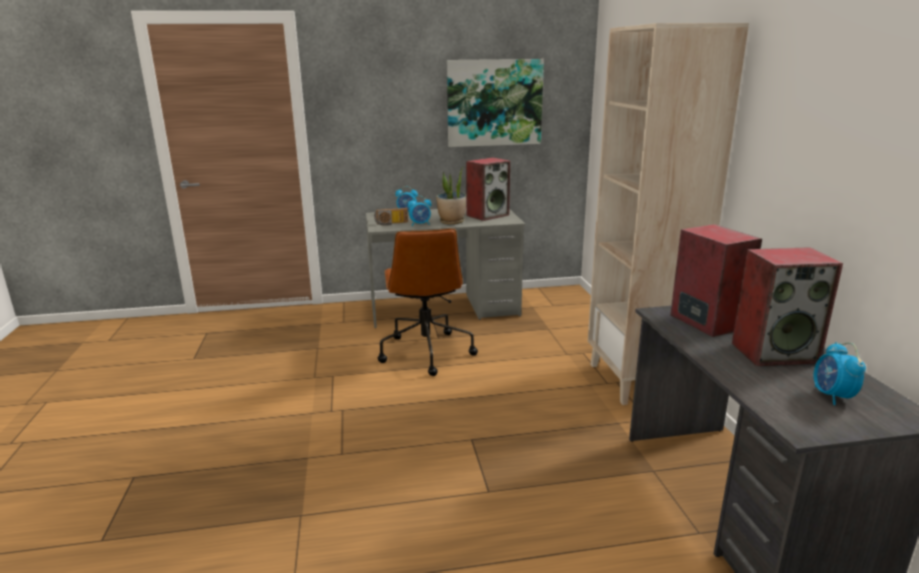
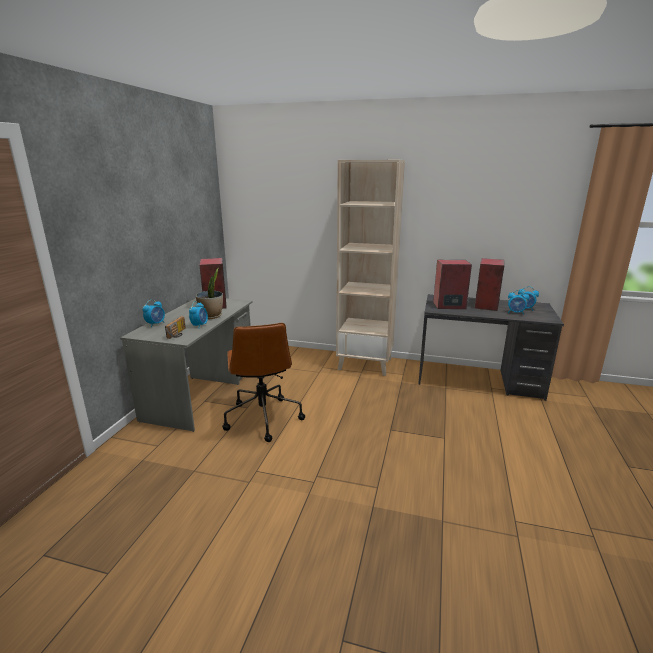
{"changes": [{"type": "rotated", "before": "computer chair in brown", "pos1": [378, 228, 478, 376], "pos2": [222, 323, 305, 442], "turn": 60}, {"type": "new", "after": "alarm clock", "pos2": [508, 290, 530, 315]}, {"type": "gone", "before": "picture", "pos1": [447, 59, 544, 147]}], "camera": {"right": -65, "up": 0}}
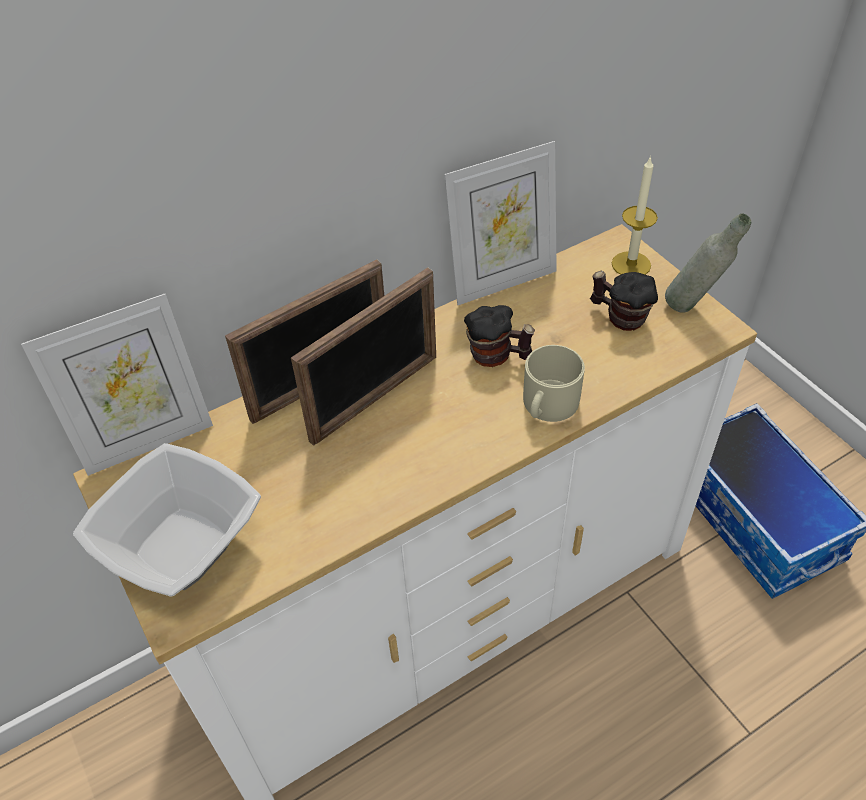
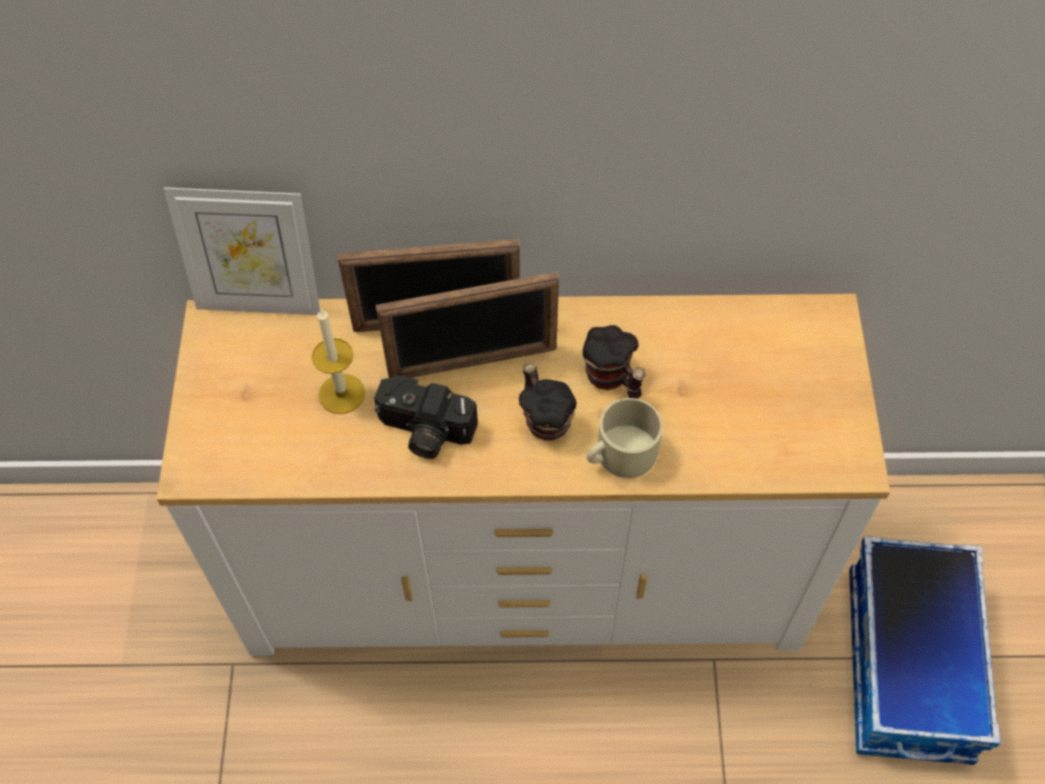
{"changes": [{"type": "shifted", "before": "wax candle", "pos1": [612, 156, 658, 275], "pos2": [312, 309, 365, 414]}, {"type": "new", "after": "still camera", "pos2": [374, 375, 478, 459]}, {"type": "shifted", "before": "coffee mug", "pos1": [590, 271, 658, 331], "pos2": [519, 363, 577, 441]}, {"type": "gone", "before": "bowl", "pos1": [73, 443, 261, 597]}, {"type": "gone", "before": "standing frame", "pos1": [444, 141, 557, 305]}, {"type": "gone", "before": "bottle in gray", "pos1": [665, 213, 751, 313]}], "camera": {"right": 30, "up": 10}}
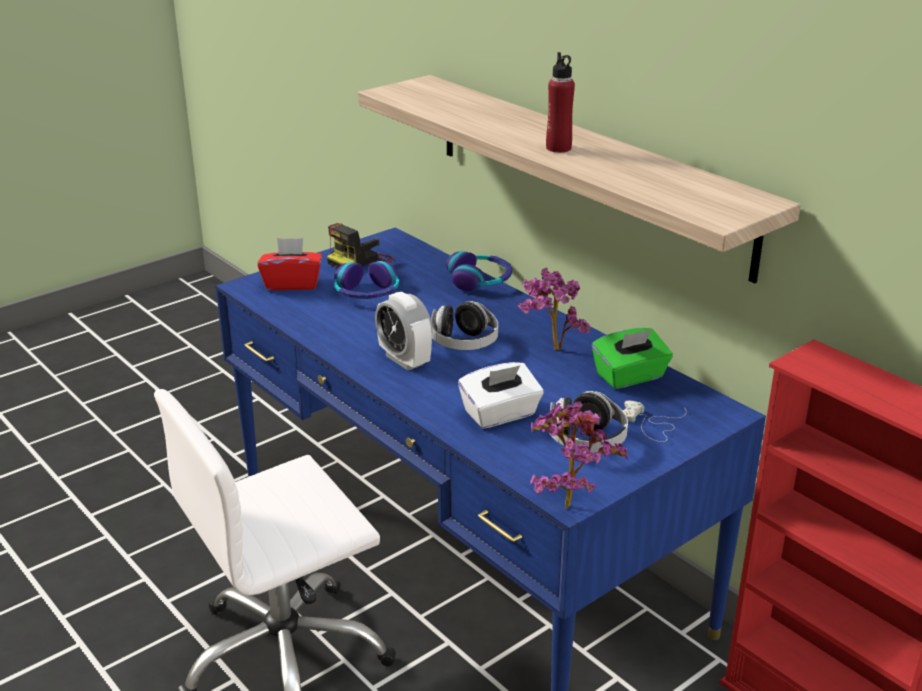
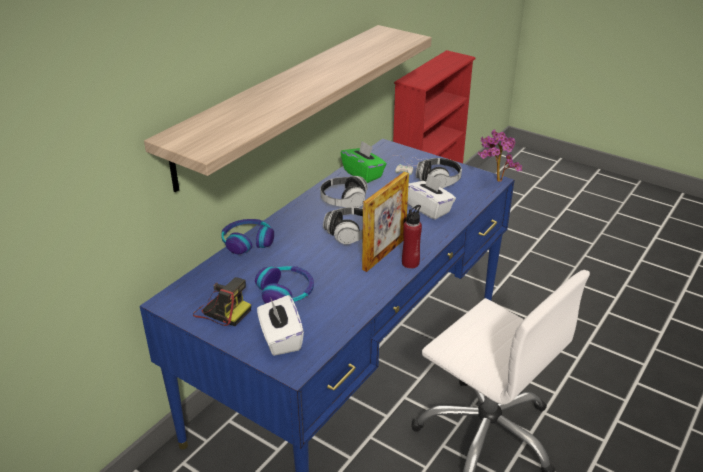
{"changes": [{"type": "repainted", "before": "tissue holder in red", "after": "tissue holder in white", "pos1": [257, 238, 322, 291], "pos2": [257, 295, 304, 356]}, {"type": "swapped", "before": "potted plant", "after": "headset", "pos1": [518, 268, 590, 351], "pos2": [320, 176, 368, 208]}, {"type": "swapped", "before": "alarm clock", "after": "standing frame", "pos1": [375, 292, 433, 371], "pos2": [362, 171, 409, 272]}, {"type": "shifted", "before": "bottle in red", "pos1": [546, 52, 575, 153], "pos2": [402, 205, 422, 269]}], "camera": {"right": -105, "up": 5}}
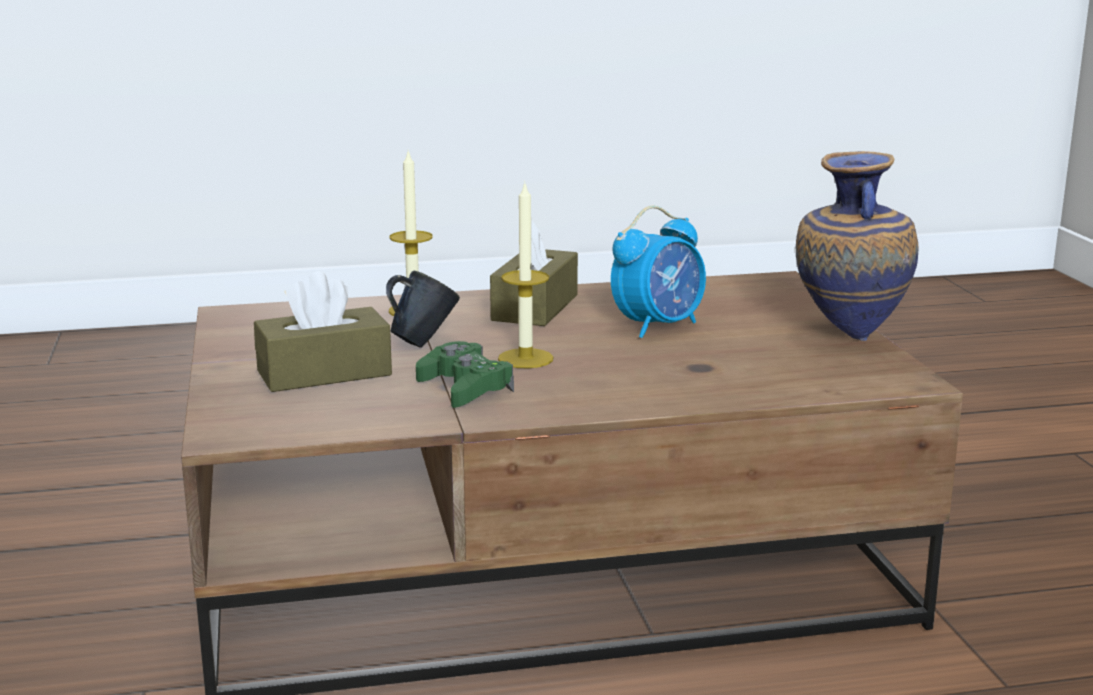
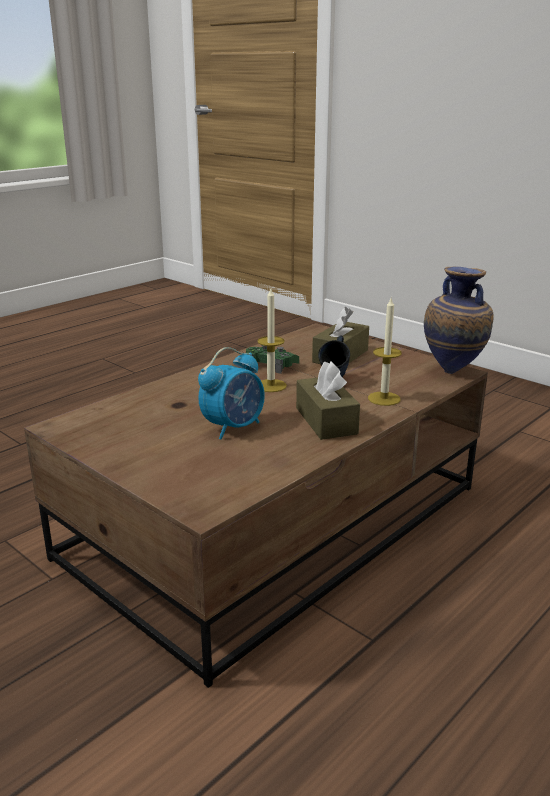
{"changes": [{"type": "rotated", "before": "alarm clock", "pos1": [611, 206, 706, 338], "pos2": [198, 347, 265, 439], "turn": -150}, {"type": "shifted", "before": "flower vase", "pos1": [796, 151, 918, 341], "pos2": [424, 266, 494, 374]}], "camera": {"right": 145, "up": 5}}
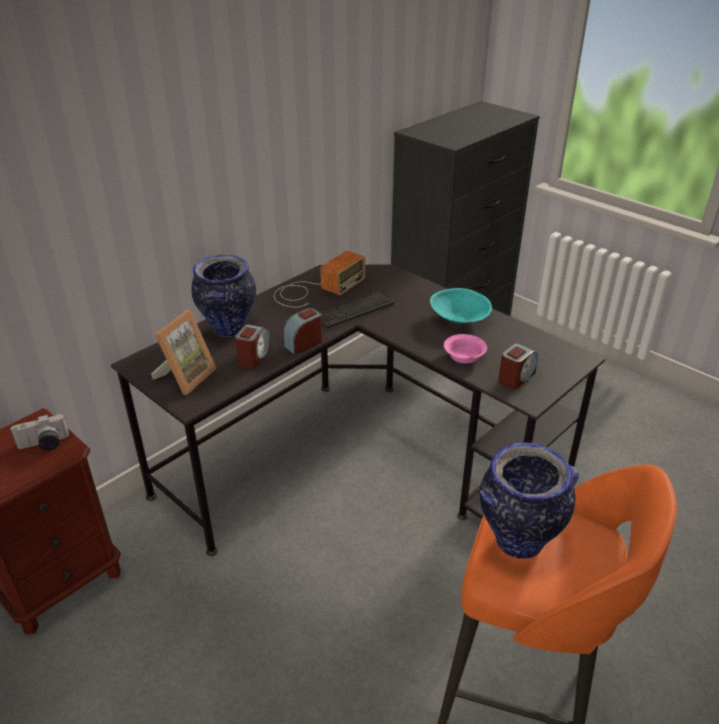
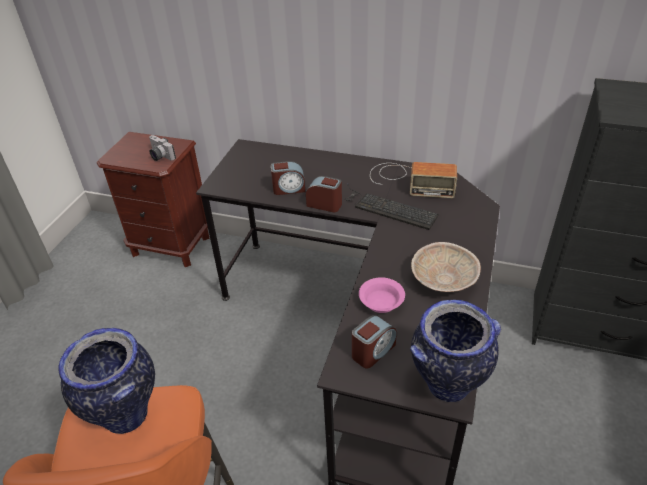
{"changes": [{"type": "rotated", "before": "alarm clock", "pos1": [498, 344, 538, 390], "pos2": [352, 315, 397, 368], "turn": -60}, {"type": "shifted", "before": "flower vase", "pos1": [191, 255, 256, 337], "pos2": [410, 300, 501, 402]}, {"type": "repainted", "before": "bowl in turquoise-coloured", "after": "bowl in sand-coloured", "pos1": [430, 288, 492, 323], "pos2": [411, 242, 481, 292]}, {"type": "gone", "before": "standing frame", "pos1": [151, 310, 217, 395]}], "camera": {"right": 65, "up": 5}}
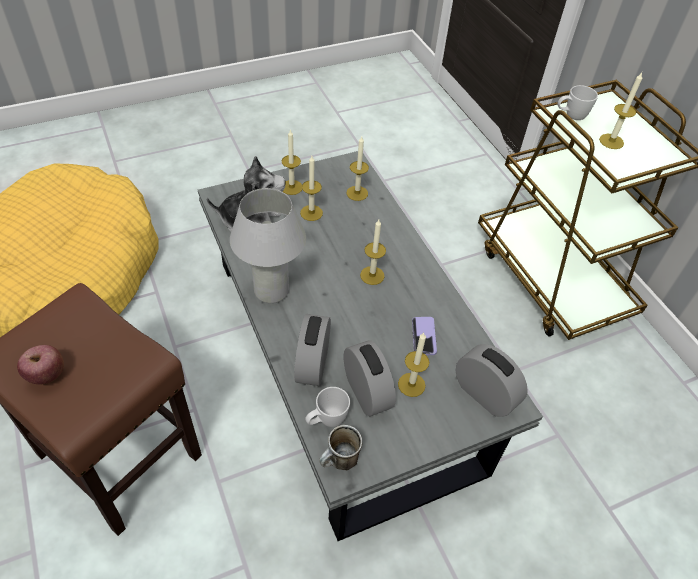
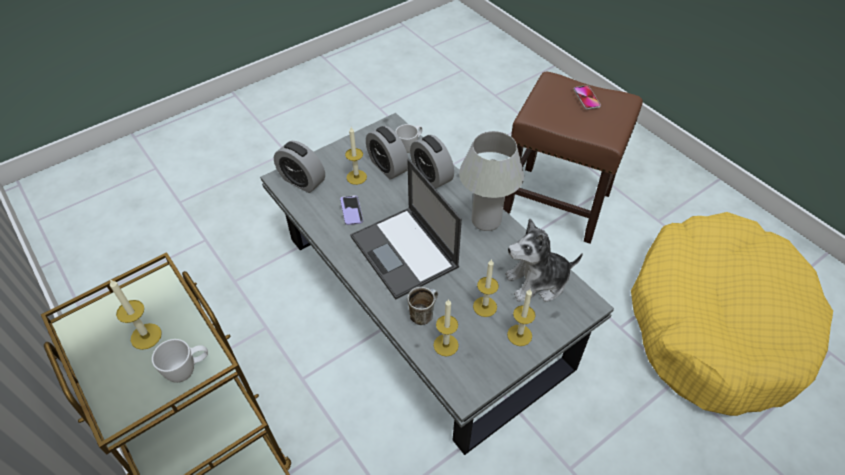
{"changes": [{"type": "swapped", "before": "wax candle", "after": "portable computer", "pos1": [360, 220, 386, 285], "pos2": [350, 159, 462, 300]}, {"type": "shifted", "before": "coffee mug", "pos1": [319, 425, 362, 470], "pos2": [407, 287, 438, 325]}, {"type": "rotated", "before": "alarm clock", "pos1": [294, 314, 331, 386], "pos2": [410, 135, 454, 189], "turn": 150}, {"type": "swapped", "before": "apple fruit", "after": "telephone", "pos1": [17, 345, 64, 385], "pos2": [573, 85, 601, 110]}], "camera": {"right": 170, "up": 0}}
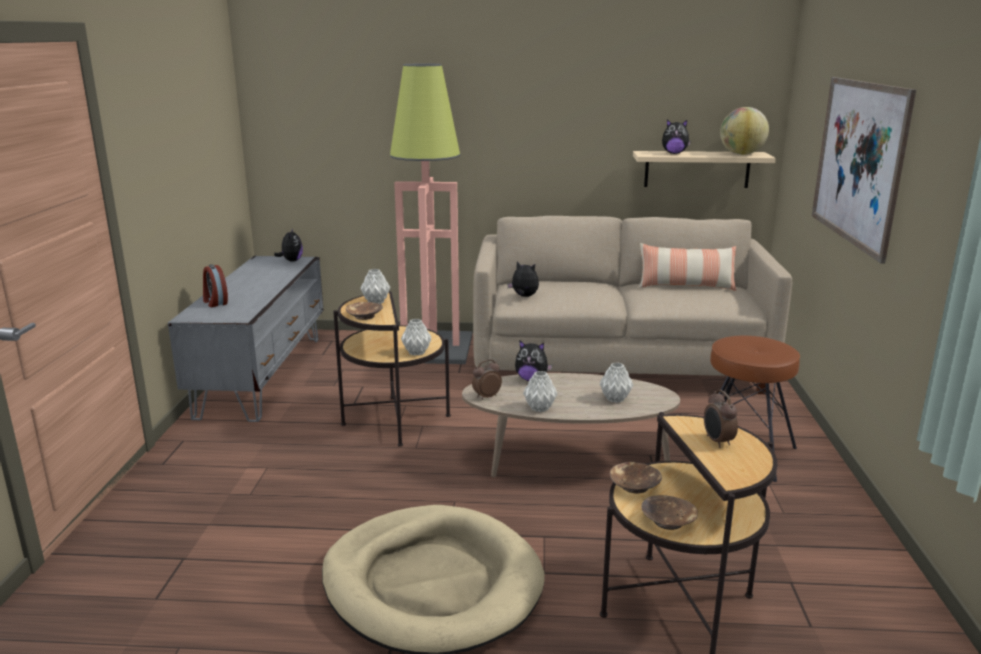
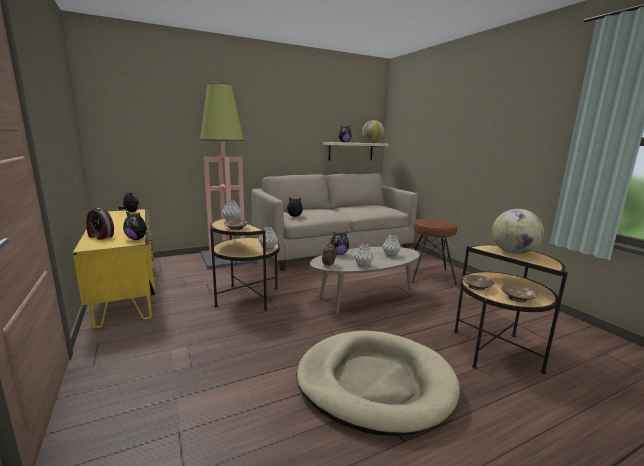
{"changes": [{"type": "repainted", "before": "tv stand in gray", "after": "tv stand in yellowish", "pos1": [168, 256, 324, 422], "pos2": [73, 209, 155, 329]}, {"type": "new", "after": "cuddly toy", "pos2": [123, 211, 151, 240]}, {"type": "swapped", "before": "alarm clock", "after": "desk globe", "pos1": [704, 390, 738, 448], "pos2": [492, 209, 544, 254]}, {"type": "gone", "before": "throw pillow", "pos1": [639, 243, 737, 291]}, {"type": "gone", "before": "picture", "pos1": [812, 77, 916, 264]}], "camera": {"right": -30, "up": -5}}
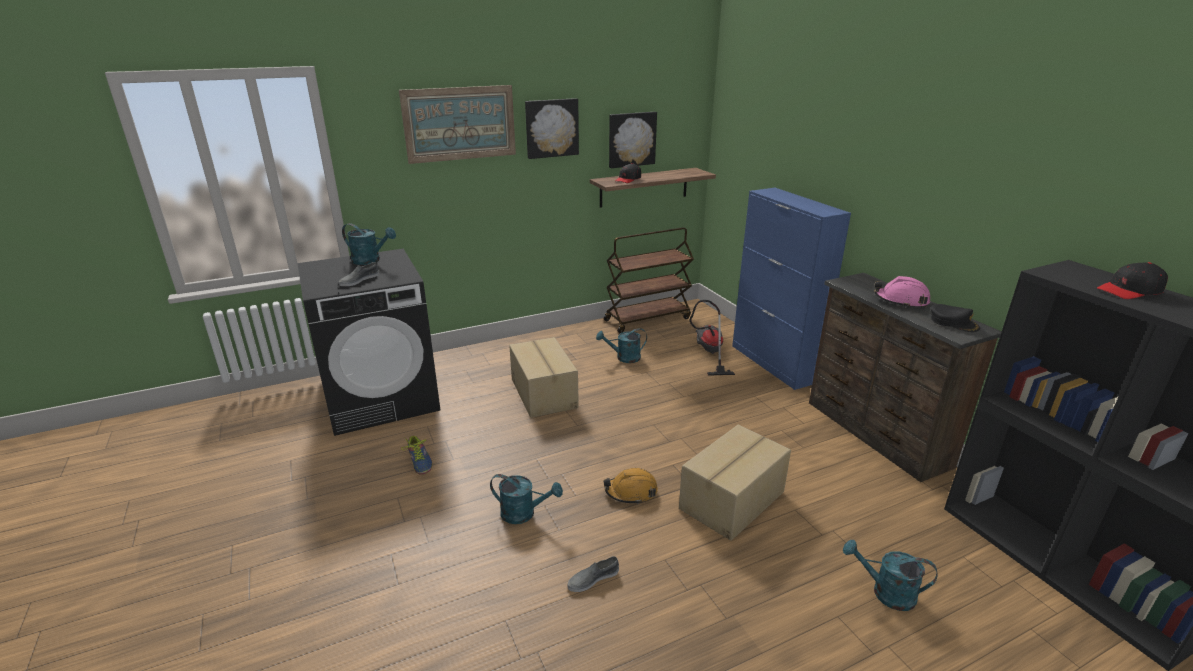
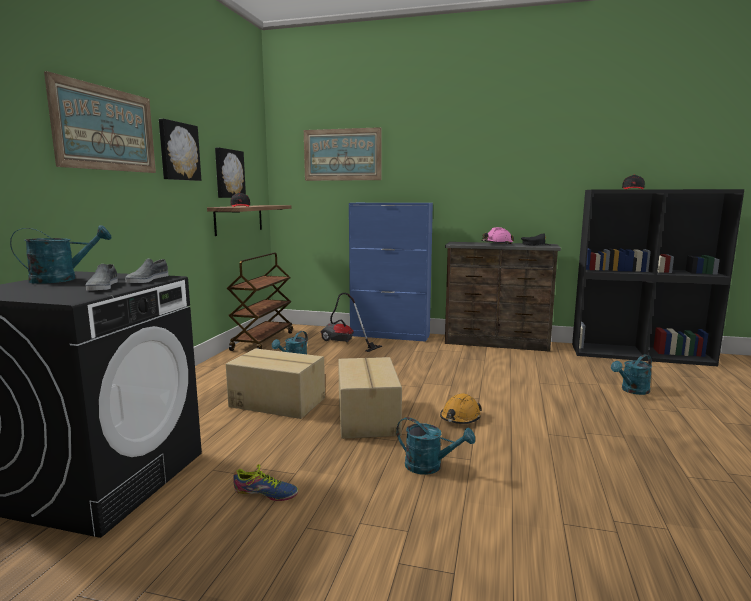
{"changes": [{"type": "shifted", "before": "item of footwear in gray", "pos1": [568, 556, 619, 592], "pos2": [125, 259, 169, 283]}, {"type": "new", "after": "picture", "pos2": [304, 127, 382, 181]}, {"type": "shifted", "before": "packing box", "pos1": [679, 425, 791, 541], "pos2": [338, 357, 402, 439]}, {"type": "rotated", "before": "sprinkling can in turquoise-coloured", "pos1": [490, 474, 563, 524], "pos2": [396, 417, 475, 475], "turn": 60}], "camera": {"right": -50, "up": -15}}
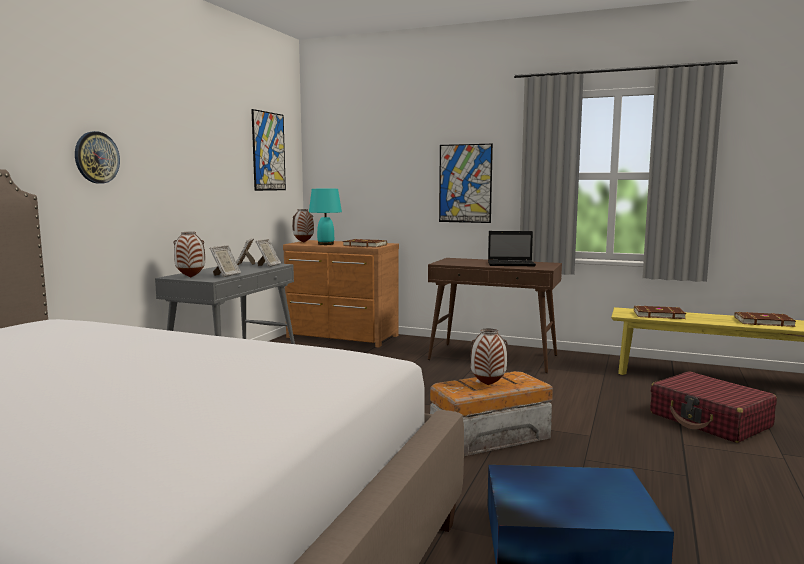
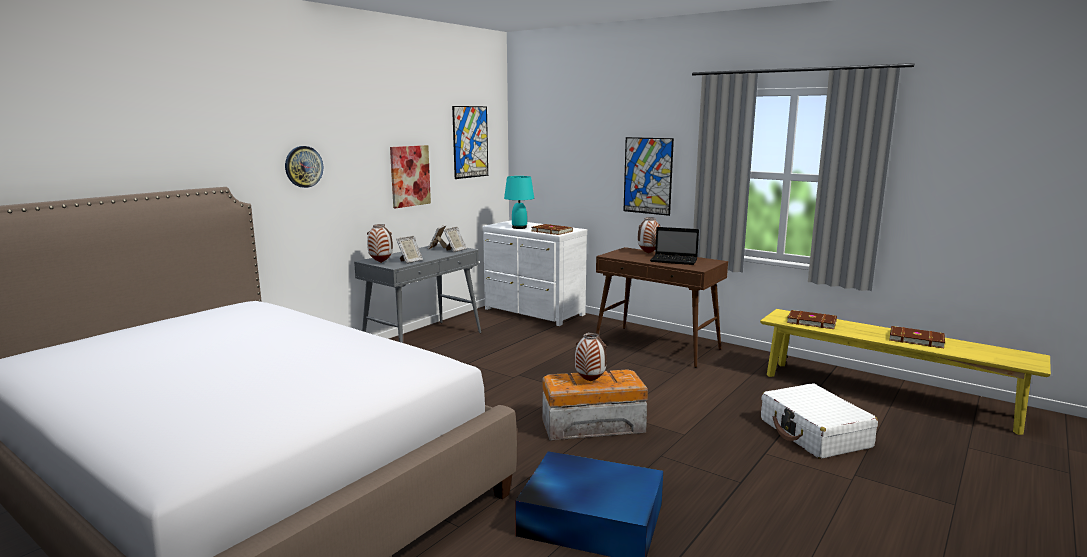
{"changes": [{"type": "new", "after": "picture", "pos2": [390, 145, 431, 208]}, {"type": "repainted", "before": "drawer chest in brown", "after": "drawer chest in white", "pos1": [283, 240, 399, 347], "pos2": [483, 220, 587, 326]}, {"type": "shifted", "before": "flower vase", "pos1": [292, 209, 314, 243], "pos2": [638, 217, 660, 253]}, {"type": "repainted", "before": "suitcase in red", "after": "suitcase in white", "pos1": [650, 371, 777, 443], "pos2": [761, 383, 878, 459]}], "camera": {"right": 15, "up": 5}}
